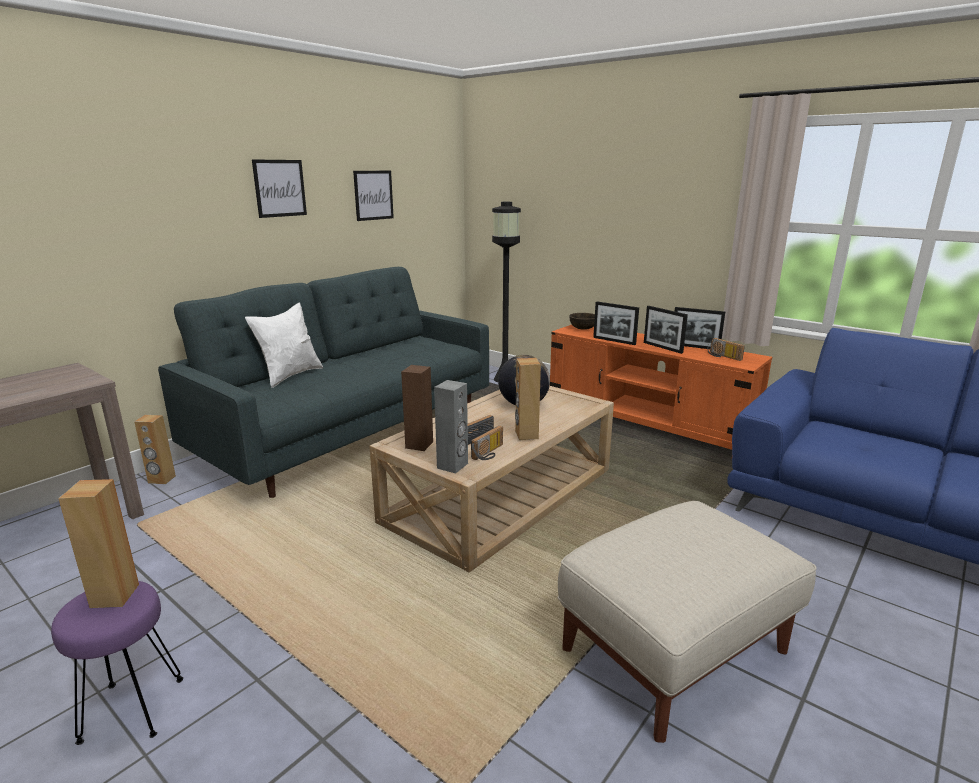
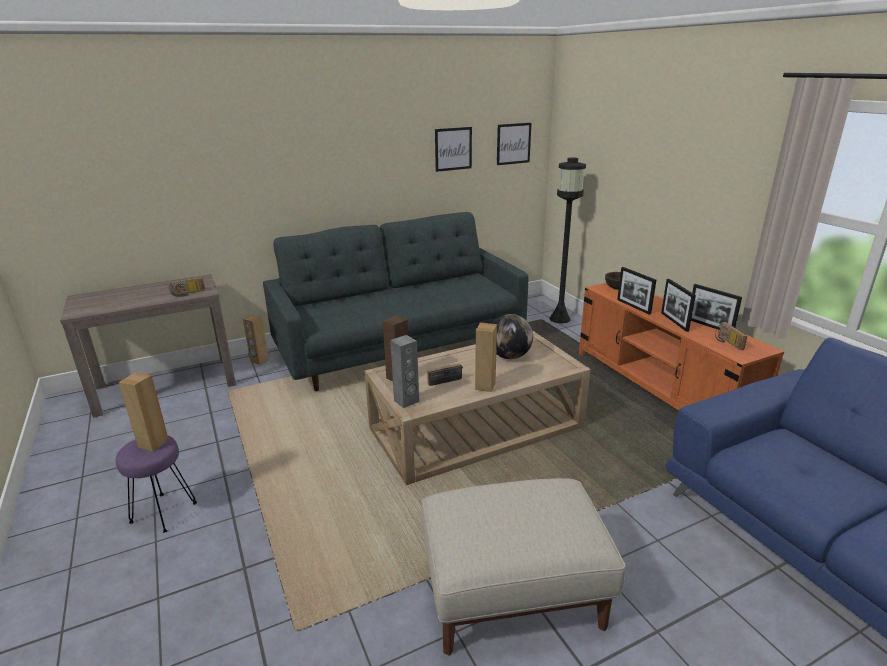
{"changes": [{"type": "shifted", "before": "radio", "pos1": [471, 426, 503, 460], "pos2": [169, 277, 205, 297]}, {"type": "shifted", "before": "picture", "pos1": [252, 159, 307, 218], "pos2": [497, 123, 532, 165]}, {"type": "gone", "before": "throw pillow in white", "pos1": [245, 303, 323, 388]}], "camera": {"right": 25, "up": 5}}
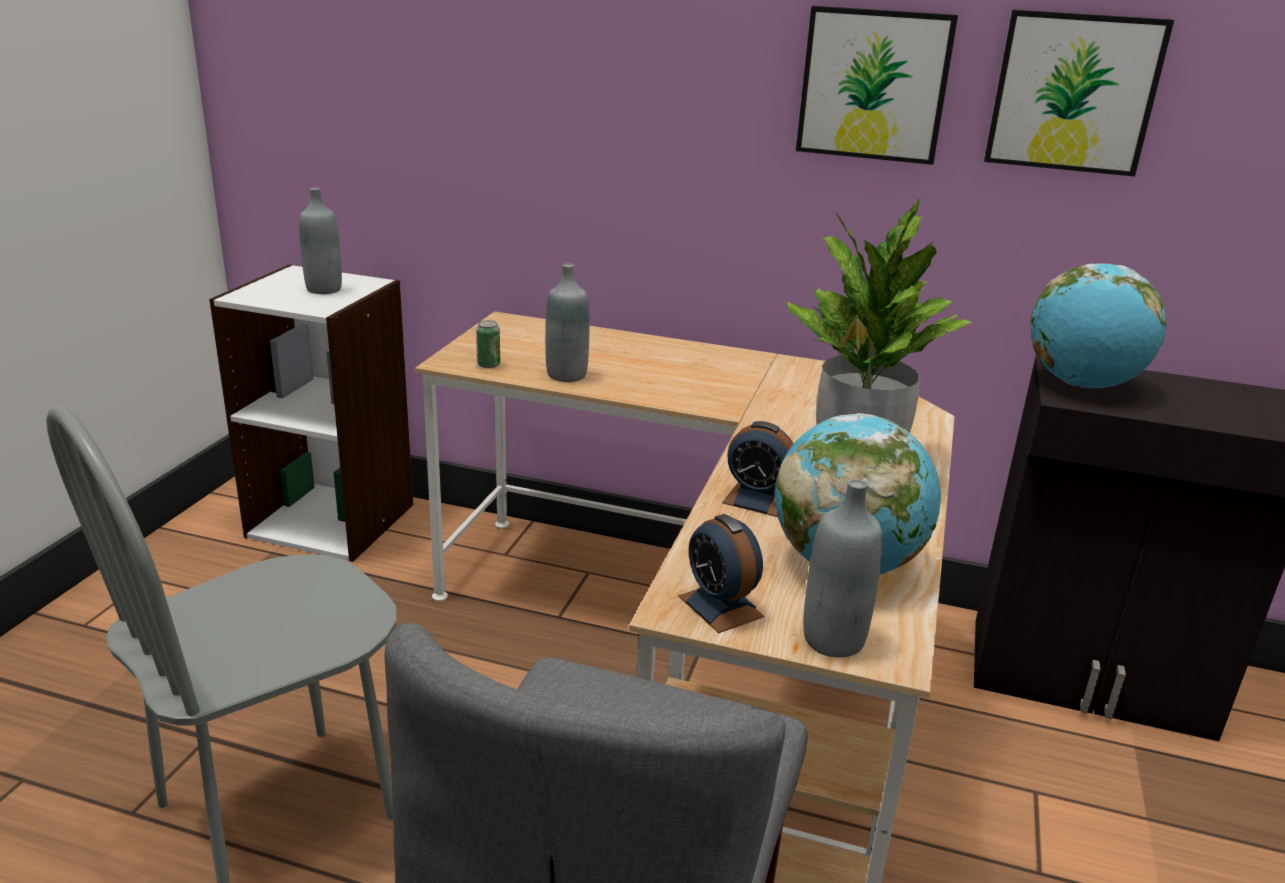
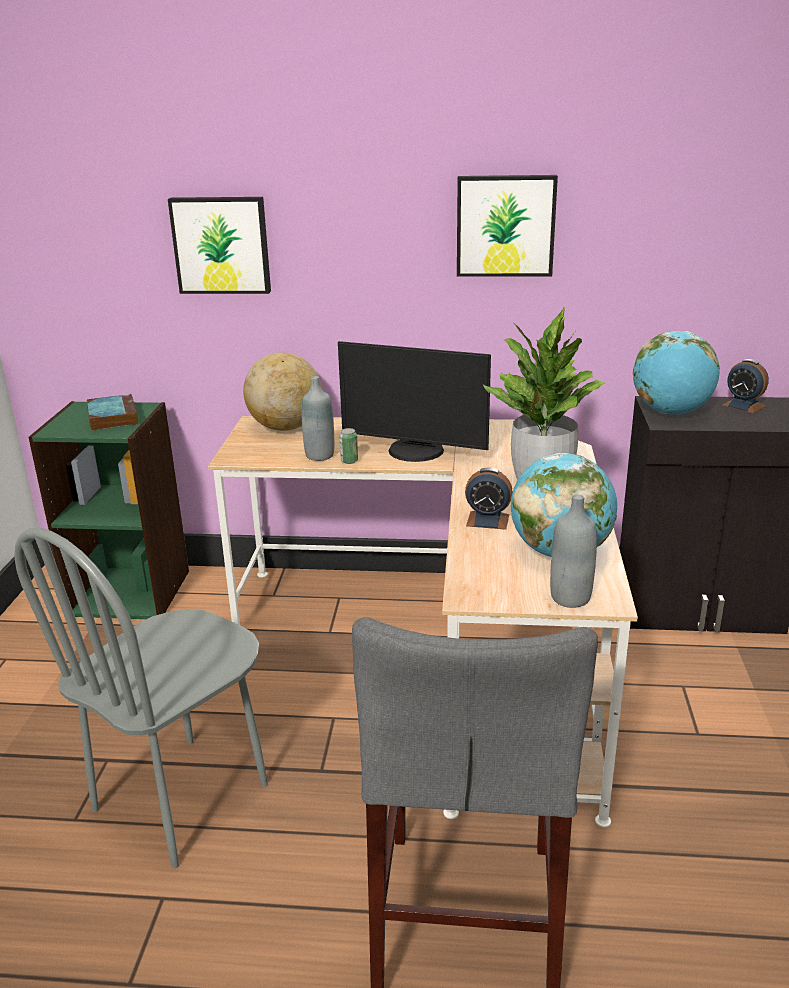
{"changes": [{"type": "repainted", "before": "bookcase in white", "after": "bookcase in green", "pos1": [209, 264, 413, 562], "pos2": [28, 401, 189, 619]}, {"type": "swapped", "before": "bottle in gray", "after": "bound book", "pos1": [299, 187, 342, 294], "pos2": [87, 394, 138, 431]}, {"type": "shifted", "before": "picture", "pos1": [984, 9, 1174, 177], "pos2": [168, 197, 271, 294]}, {"type": "new", "after": "desk globe", "pos2": [243, 352, 322, 431]}, {"type": "new", "after": "computer display", "pos2": [338, 341, 491, 462]}, {"type": "shifted", "before": "metal can", "pos1": [476, 320, 500, 368], "pos2": [340, 428, 358, 464]}, {"type": "shifted", "before": "alarm clock", "pos1": [678, 514, 764, 633], "pos2": [722, 359, 769, 413]}], "camera": {"right": -10, "up": 0}}
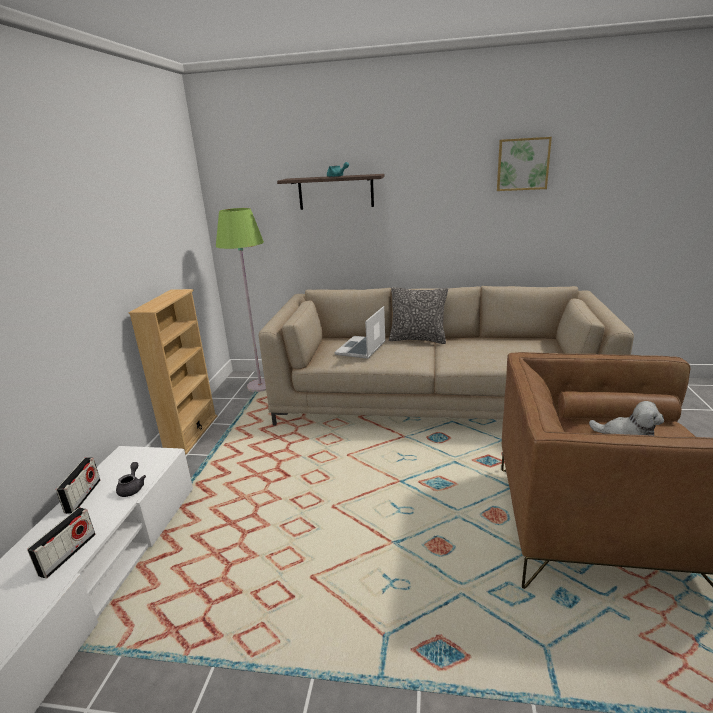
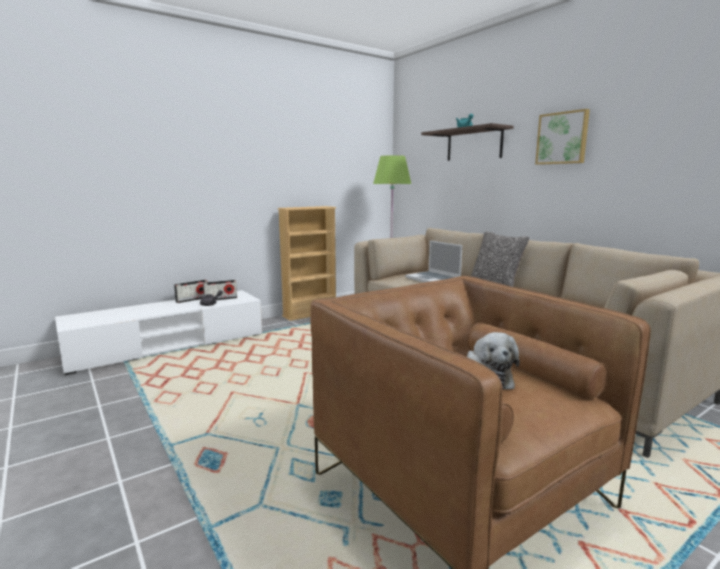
{"changes": [{"type": "shifted", "before": "radio", "pos1": [27, 508, 96, 578], "pos2": [203, 280, 237, 300]}, {"type": "rotated", "before": "portable computer", "pos1": [335, 306, 386, 359], "pos2": [405, 240, 462, 282], "turn": -105}, {"type": "shifted", "before": "picture", "pos1": [497, 137, 552, 191], "pos2": [535, 109, 590, 165]}], "camera": {"right": 45, "up": -10}}
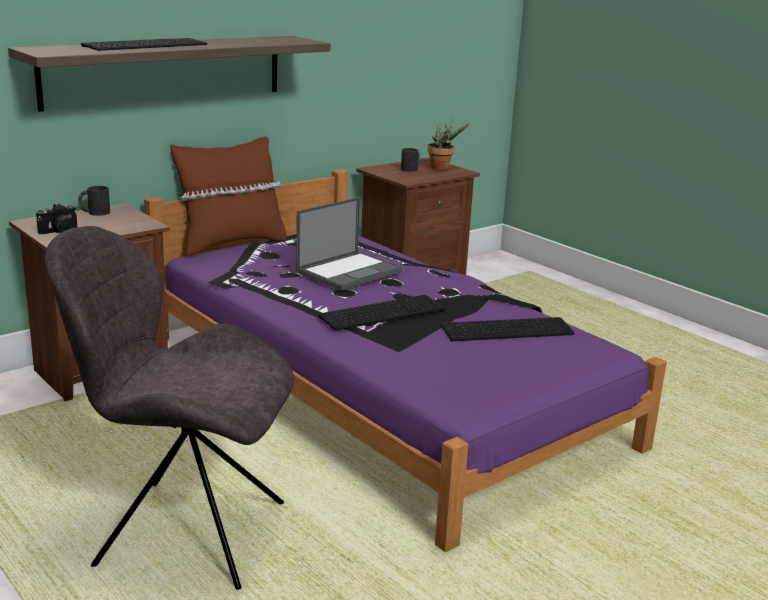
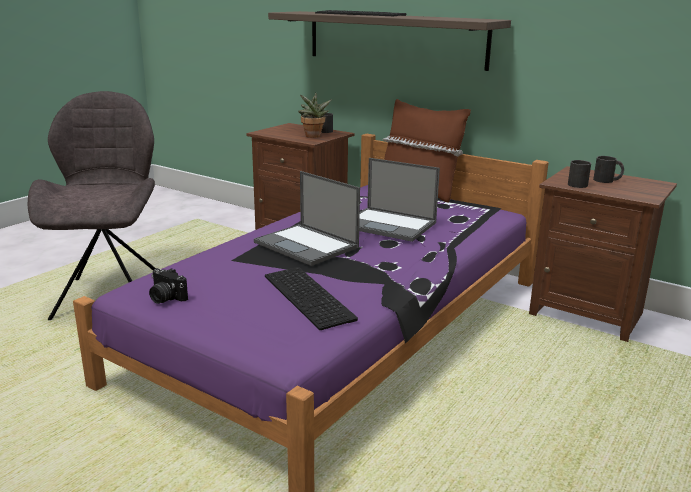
{"changes": [{"type": "shifted", "before": "still camera", "pos1": [36, 203, 78, 234], "pos2": [149, 268, 188, 304]}, {"type": "swapped", "before": "computer keyboard", "after": "portable computer", "pos1": [318, 295, 445, 330], "pos2": [254, 171, 360, 266]}, {"type": "shifted", "before": "potted plant", "pos1": [427, 118, 469, 170], "pos2": [298, 92, 332, 138]}, {"type": "new", "after": "coffee mug in black-coloured", "pos2": [568, 160, 591, 188]}], "camera": {"right": 75, "up": 0}}
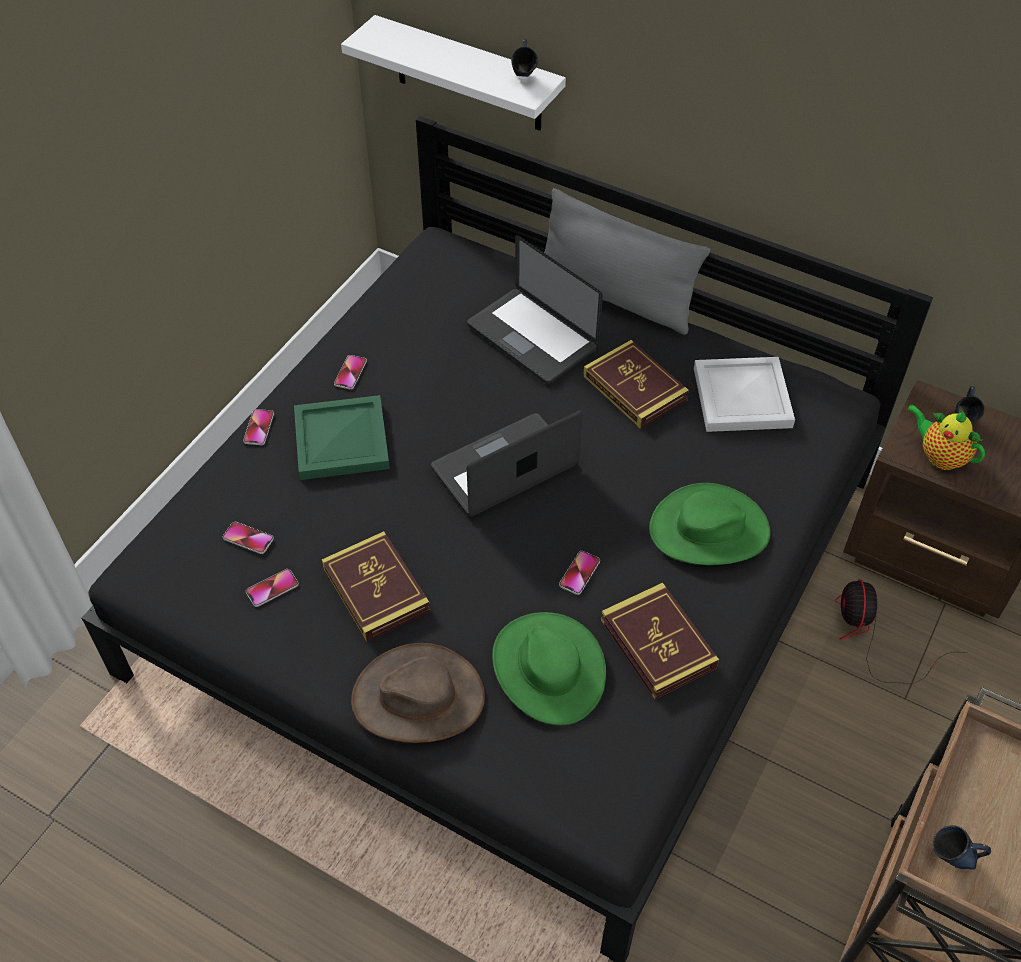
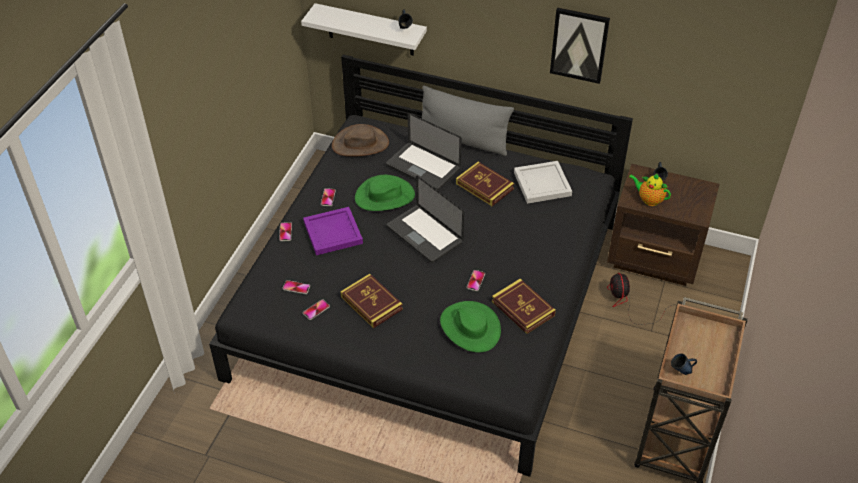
{"changes": [{"type": "repainted", "before": "tray in green", "after": "tray in purple-coloured", "pos1": [294, 395, 390, 480], "pos2": [303, 207, 363, 255]}, {"type": "shifted", "before": "wearable hat in brown", "pos1": [351, 643, 485, 743], "pos2": [332, 124, 389, 157]}, {"type": "shifted", "before": "wearable hat in green", "pos1": [649, 483, 771, 565], "pos2": [355, 175, 415, 211]}, {"type": "rotated", "before": "portable computer", "pos1": [431, 410, 583, 517], "pos2": [387, 176, 464, 263], "turn": -90}, {"type": "new", "after": "picture", "pos2": [550, 7, 610, 84]}], "camera": {"right": -10, "up": -5}}
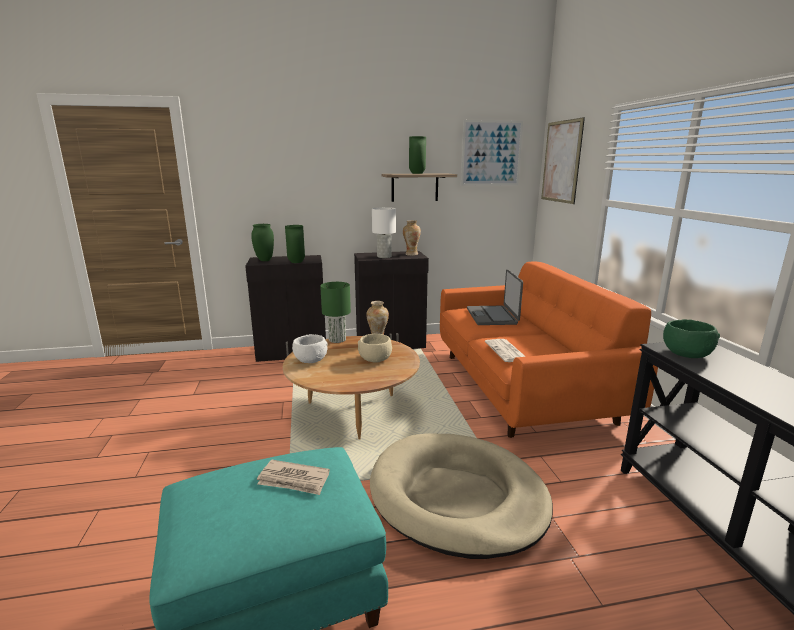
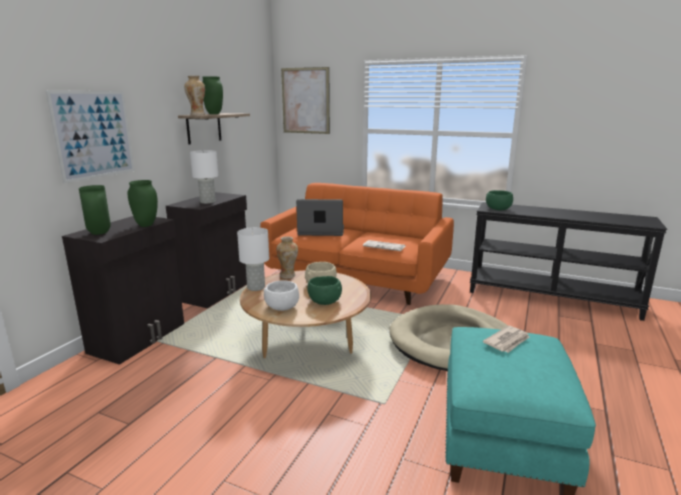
{"changes": [{"type": "shifted", "before": "picture", "pos1": [461, 120, 523, 186], "pos2": [45, 90, 135, 183]}, {"type": "shifted", "before": "flower vase", "pos1": [403, 220, 421, 256], "pos2": [184, 76, 205, 115]}, {"type": "repainted", "before": "table lamp in green", "after": "table lamp in white", "pos1": [320, 282, 351, 343], "pos2": [237, 227, 269, 291]}, {"type": "rotated", "before": "portable computer", "pos1": [467, 269, 523, 325], "pos2": [296, 199, 344, 236], "turn": 150}, {"type": "new", "after": "bowl in green", "pos2": [307, 276, 342, 305]}], "camera": {"right": -55, "up": 0}}
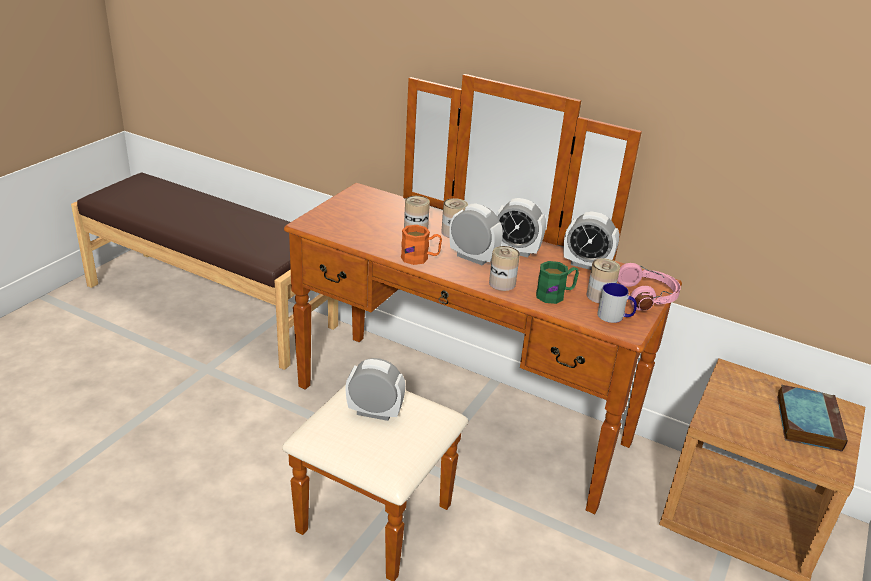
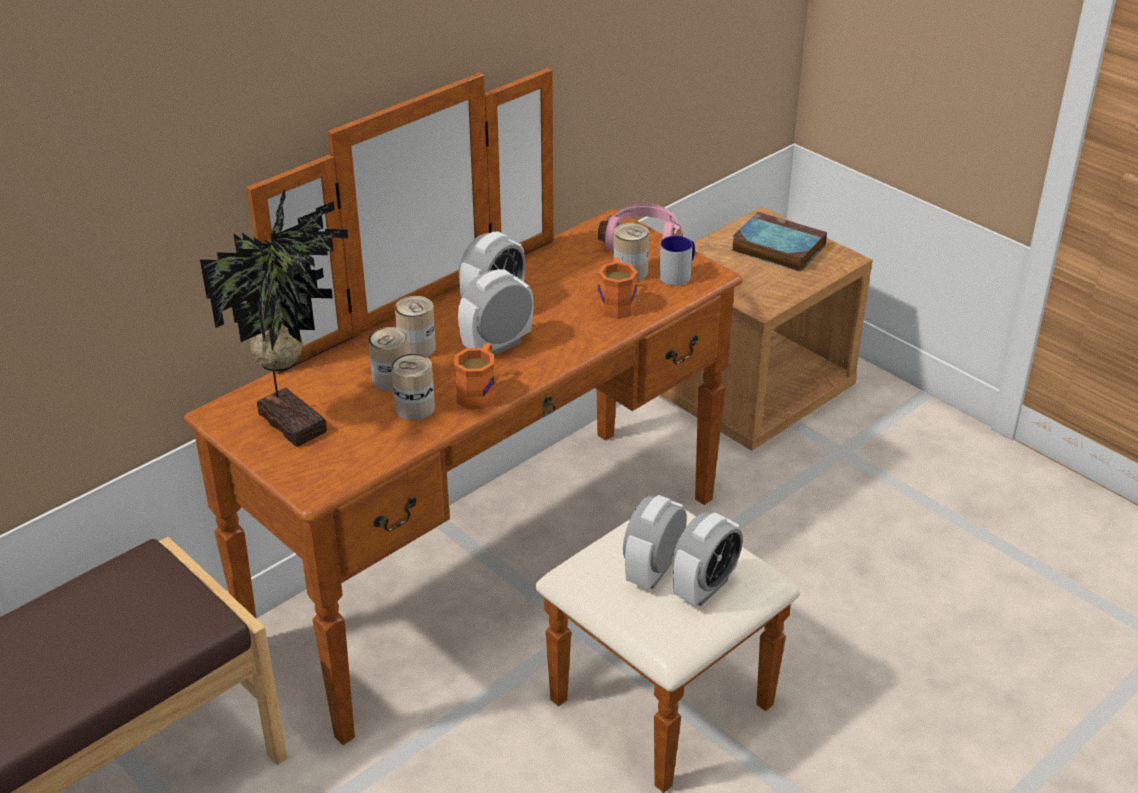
{"changes": [{"type": "new", "after": "potted plant", "pos2": [200, 189, 348, 447]}, {"type": "shifted", "before": "metal can", "pos1": [489, 246, 520, 291], "pos2": [391, 354, 435, 420]}, {"type": "repainted", "before": "coffee mug in green", "after": "coffee mug in orange", "pos1": [536, 261, 579, 304], "pos2": [598, 257, 637, 319]}, {"type": "shifted", "before": "alarm clock", "pos1": [563, 211, 619, 270], "pos2": [672, 512, 743, 606]}], "camera": {"right": -70, "up": 5}}
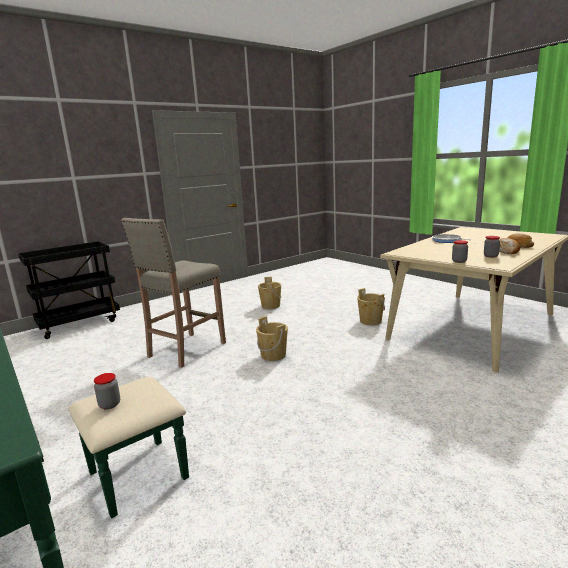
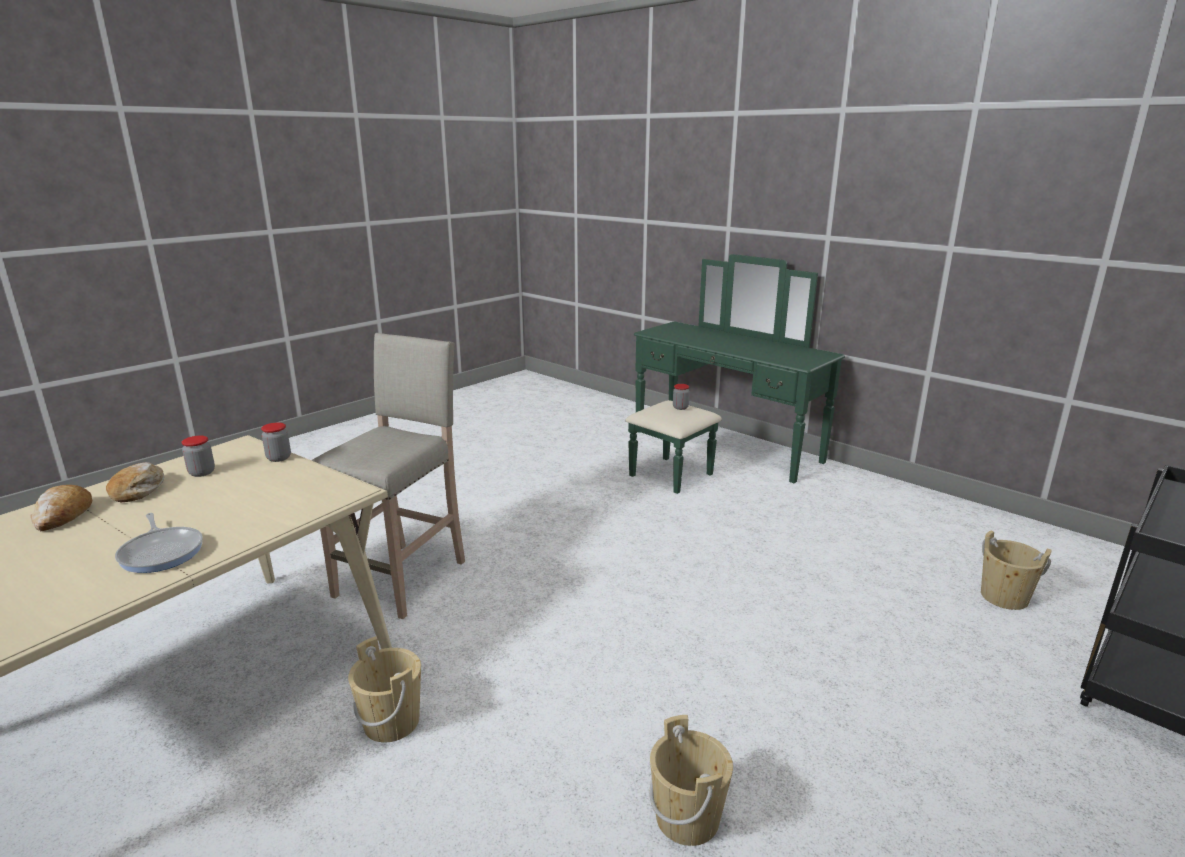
{"changes": [{"type": "shifted", "before": "stool seat in sand-coloured", "pos1": [121, 218, 226, 368], "pos2": [311, 333, 465, 619]}, {"type": "shifted", "before": "water bucket in sand-coloured", "pos1": [256, 316, 288, 361], "pos2": [981, 531, 1052, 610]}], "camera": {"right": 170, "up": 5}}
